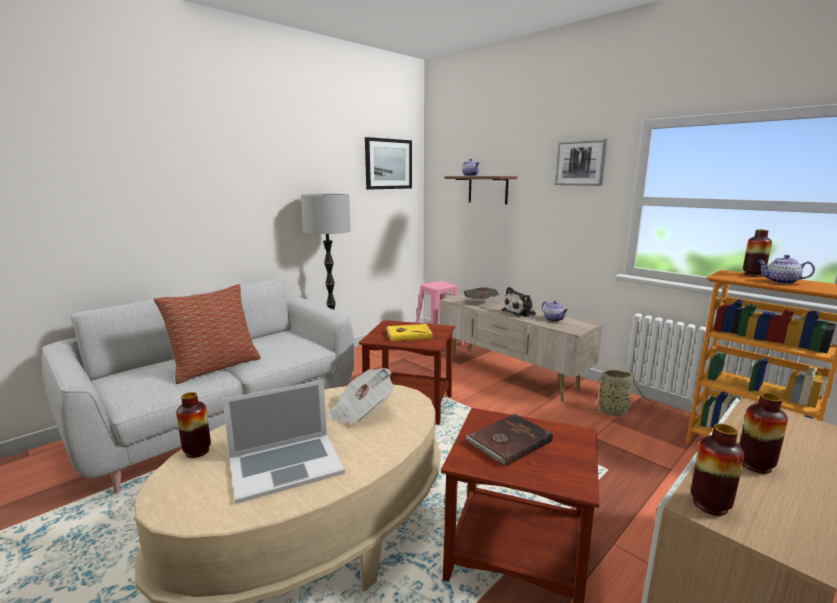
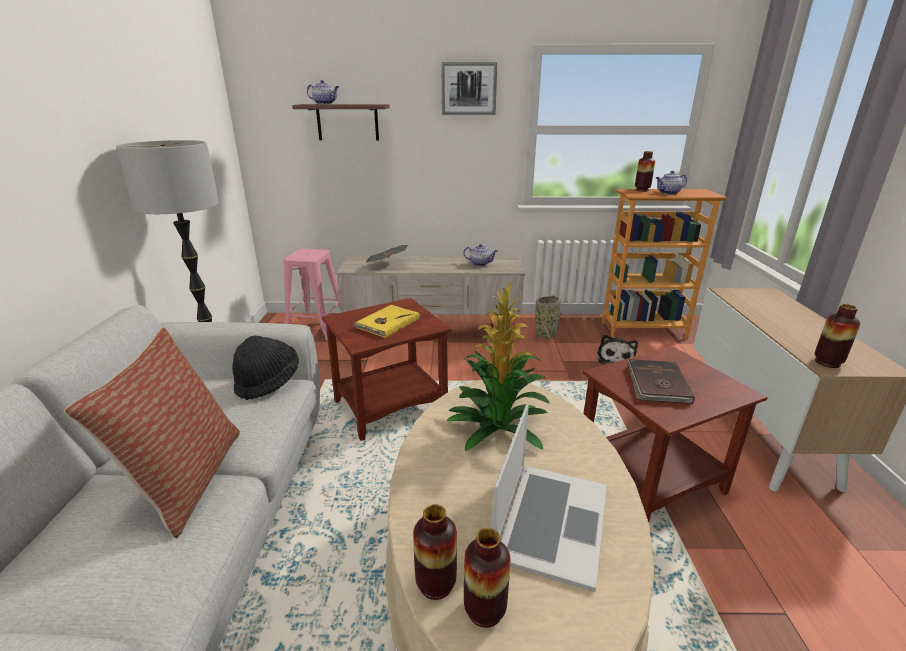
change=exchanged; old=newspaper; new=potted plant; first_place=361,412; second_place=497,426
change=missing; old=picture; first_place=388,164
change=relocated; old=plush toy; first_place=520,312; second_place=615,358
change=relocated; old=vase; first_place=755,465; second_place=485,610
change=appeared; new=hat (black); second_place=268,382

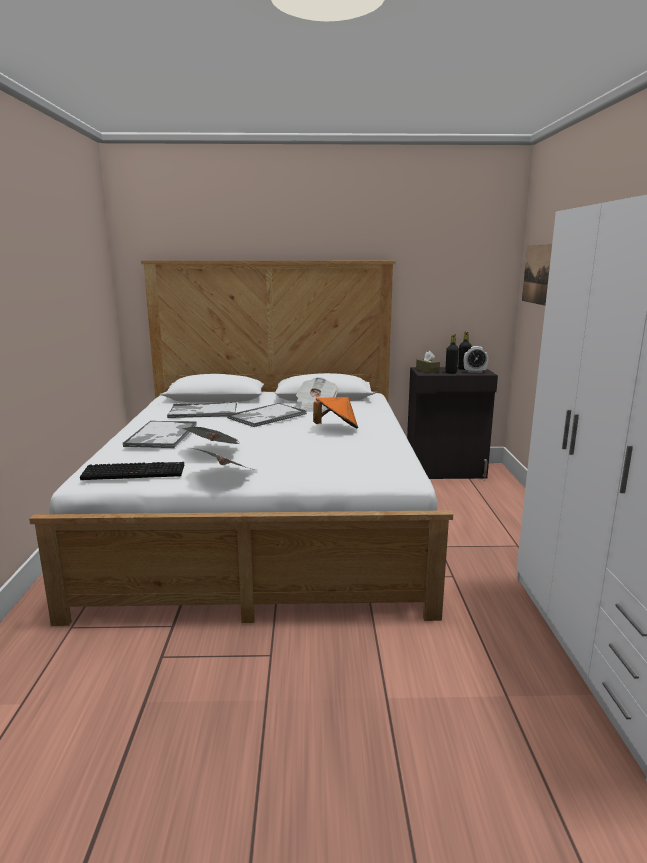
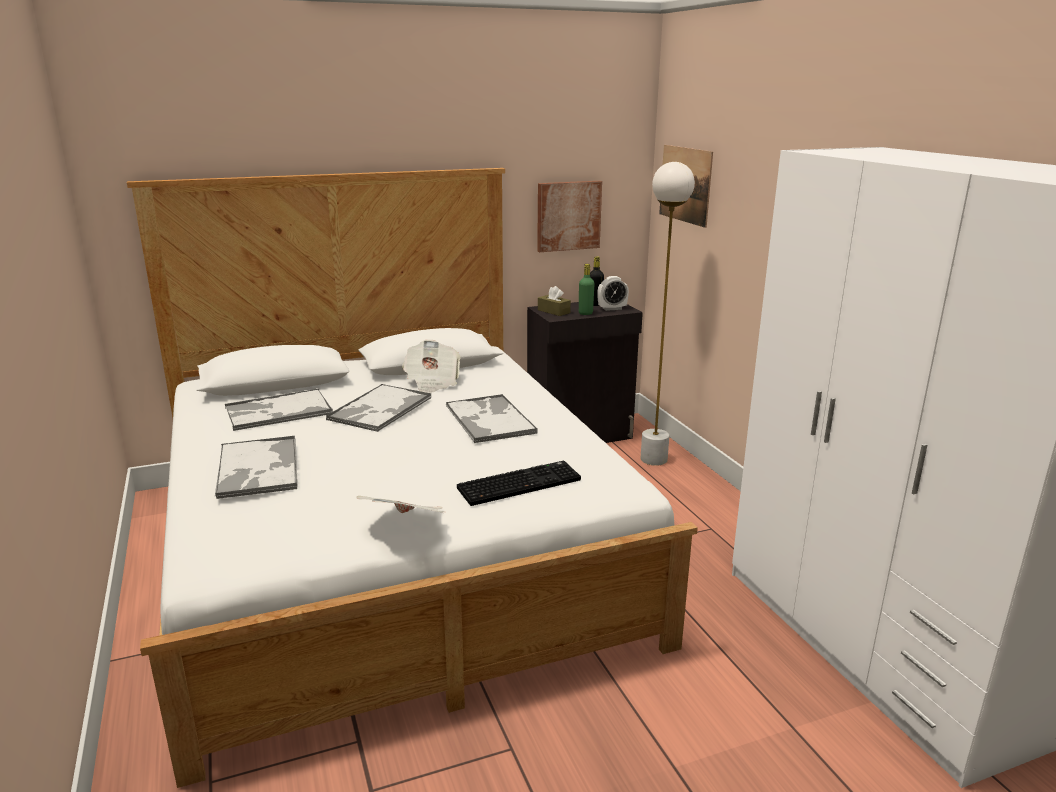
change=relocated; old=keyboard; first_place=135,472; second_place=519,483
change=missing; old=newspaper; first_place=215,451
change=exchanged; old=hat (orange); new=tray; first_place=336,428; second_place=489,419
change=colour; old=bottle (black); new=bottle (green); first_place=451,373; second_place=585,313
change=appeared; new=picture; second_place=568,216
change=appeared; new=floor lamp (white); second_place=654,459

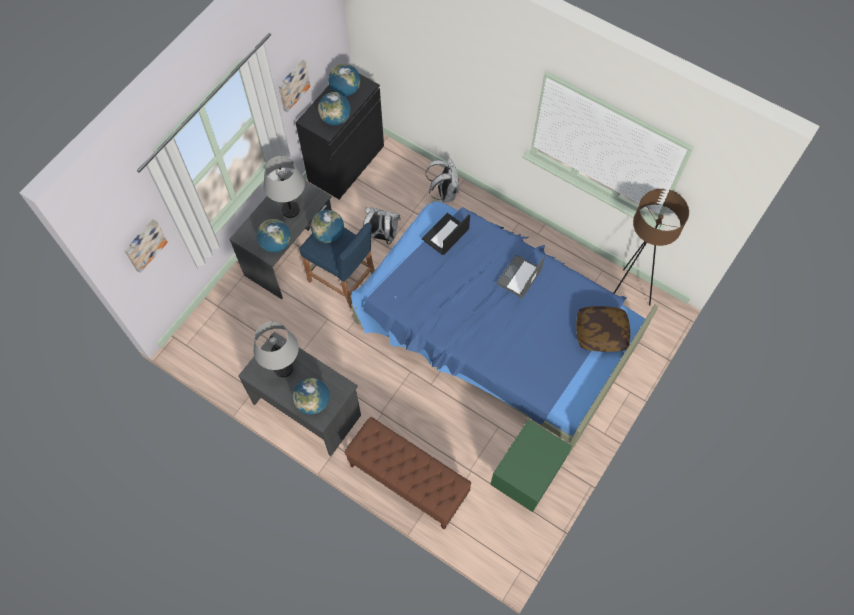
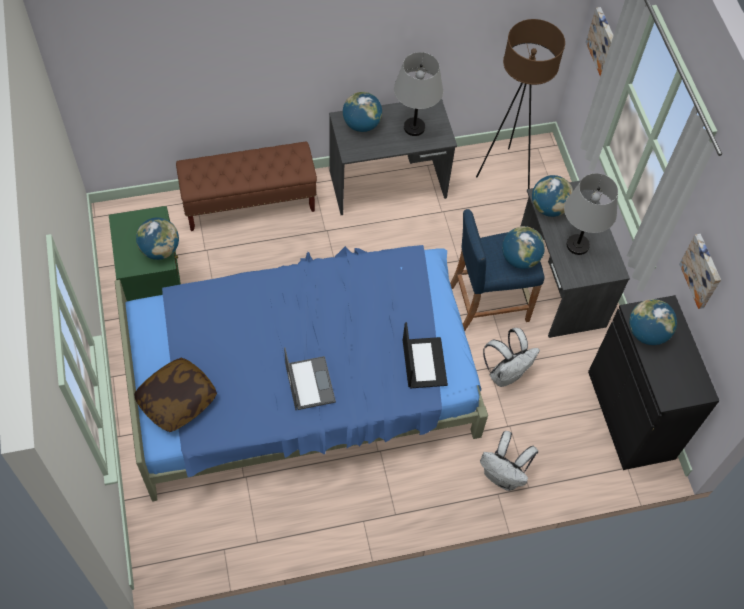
change=relocated; old=globe; first_place=345,90; second_place=160,250
change=relocated; old=floor lamp (brown); first_place=626,292; second_place=505,172

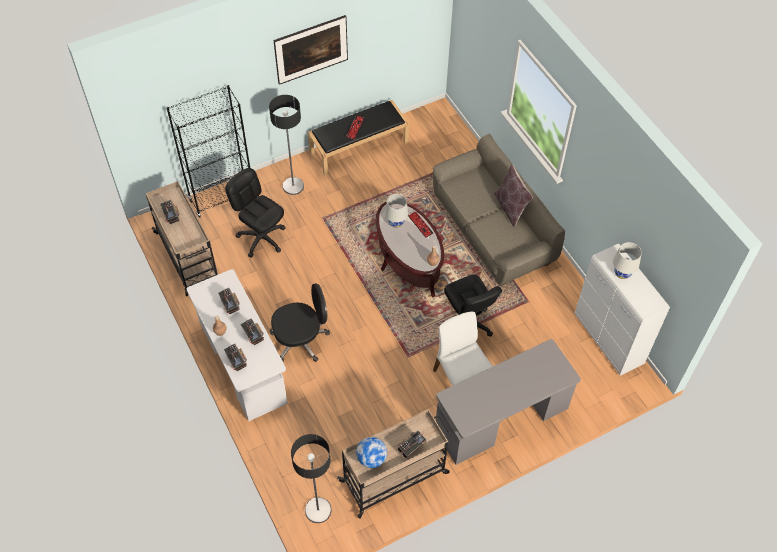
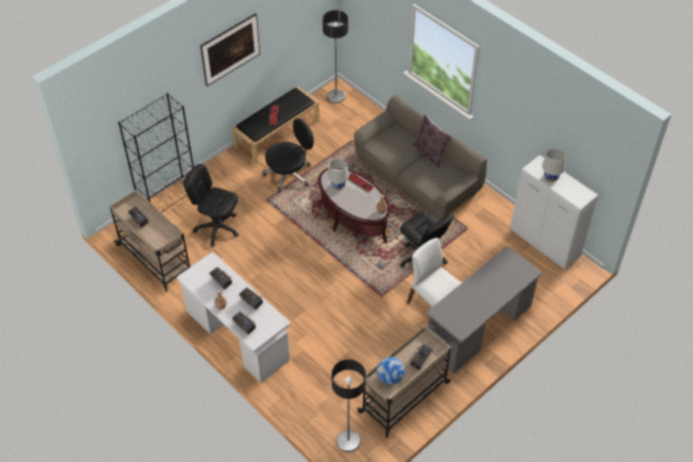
change=relocated; old=floor lamp; first_place=293,186; second_place=336,96
change=relocated; old=office chair (black); first_place=301,340; second_place=289,175

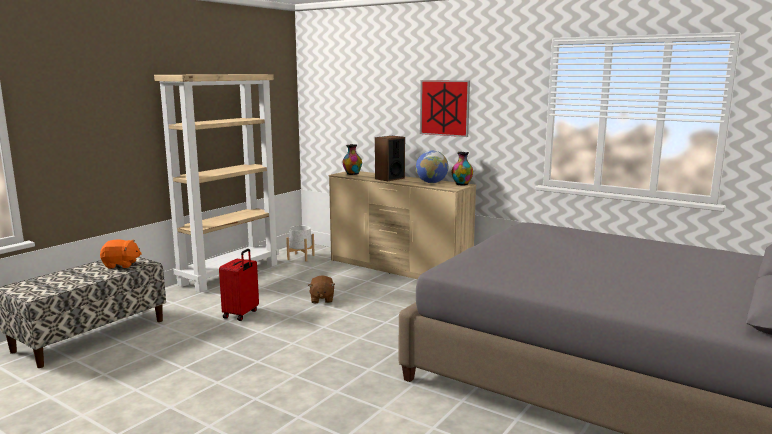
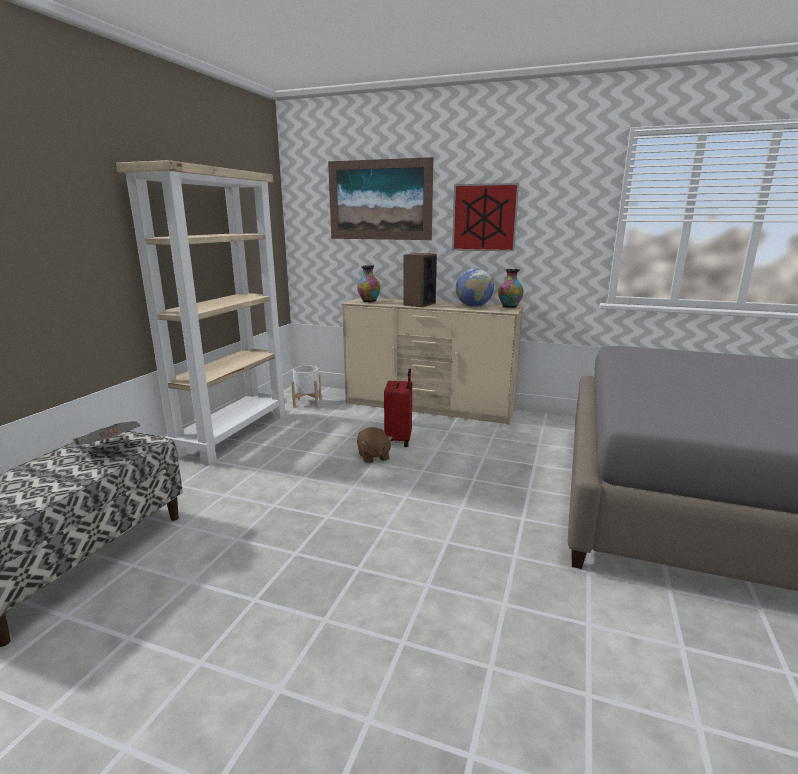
change=exchanged; old=plush toy (orange); new=newspaper; first_place=121,265; second_place=110,448
change=relocated; old=suitcase (red); first_place=241,314; second_place=399,440
change=appeared; new=picture; second_place=379,200

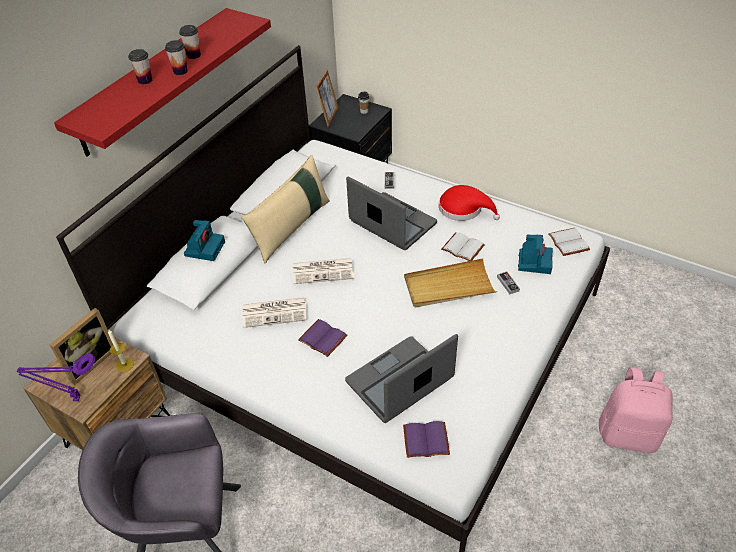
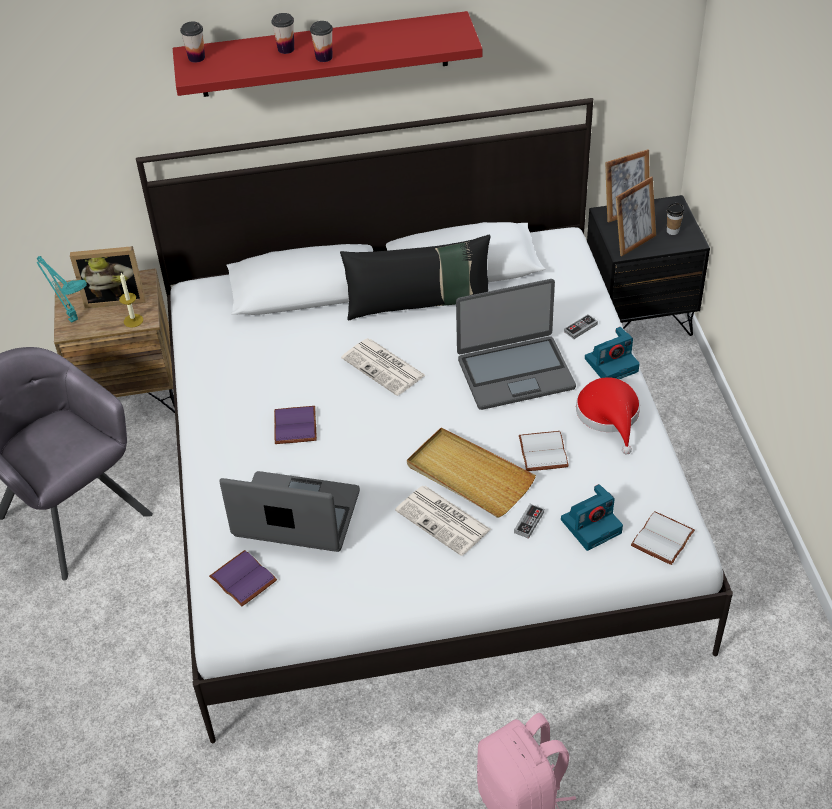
change=colour; old=table lamp (purple); new=table lamp (turquoise); first_place=74,399; second_place=72,318
change=relocated; old=cup; first_place=194,55; second_place=196,58
change=relocated; old=photo camera; first_place=205,248; second_place=612,364
change=colour; old=pillow (beige); new=pillow (black); first_place=291,227; second_place=419,304
change=relocated; old=newspaper; first_place=275,312; second_place=444,521
change=spun; old=laptop; first_place=392,223; second_place=515,372; degrees=75
change=appeared; new=picture frame; second_place=633,242

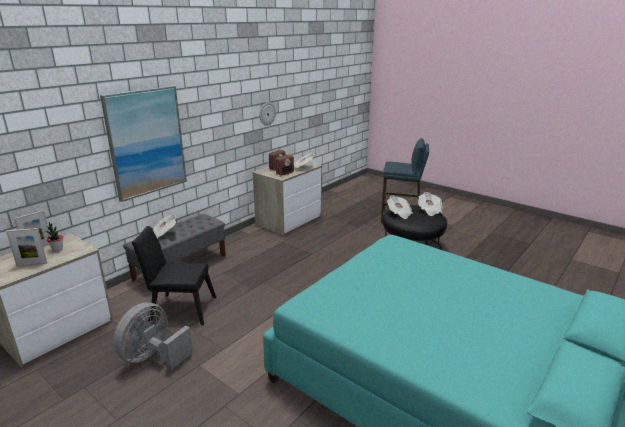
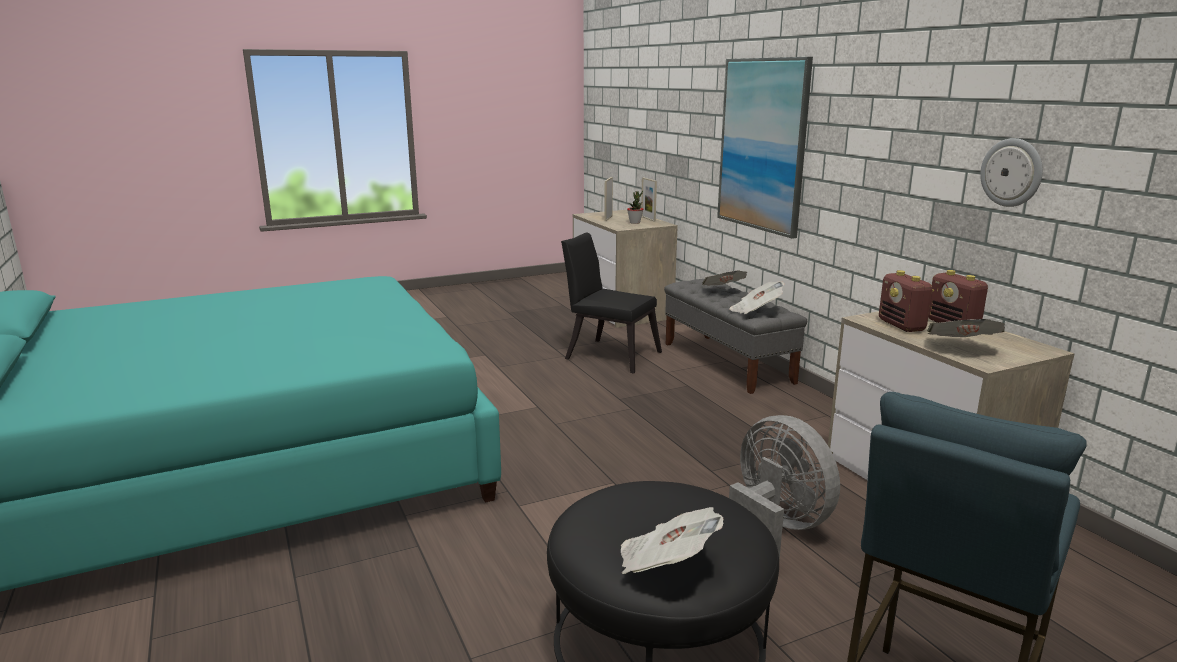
change=relocated; old=fan (grey); first_place=153,357; second_place=775,529
change=spun; old=chair (black); first_place=179,308; second_place=608,354; degrees=-90
change=relocated; old=newspaper; first_place=399,213; second_place=755,311

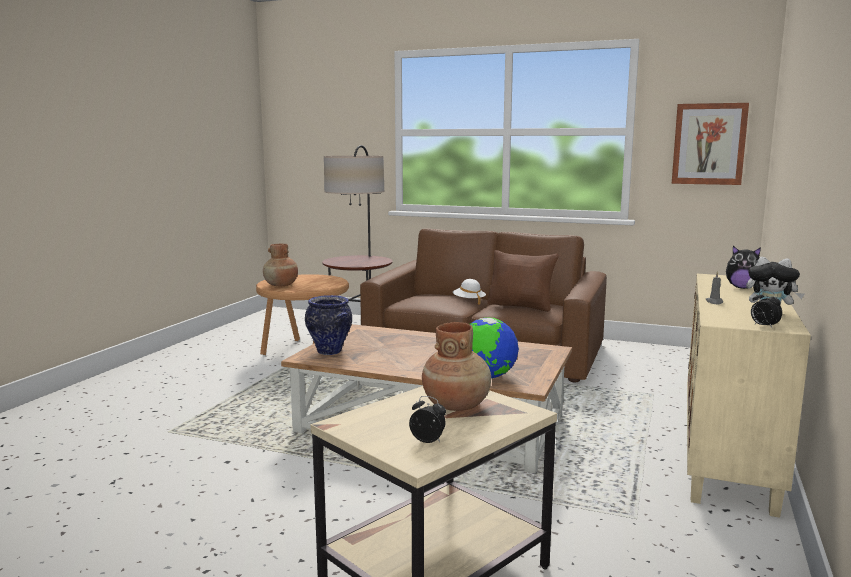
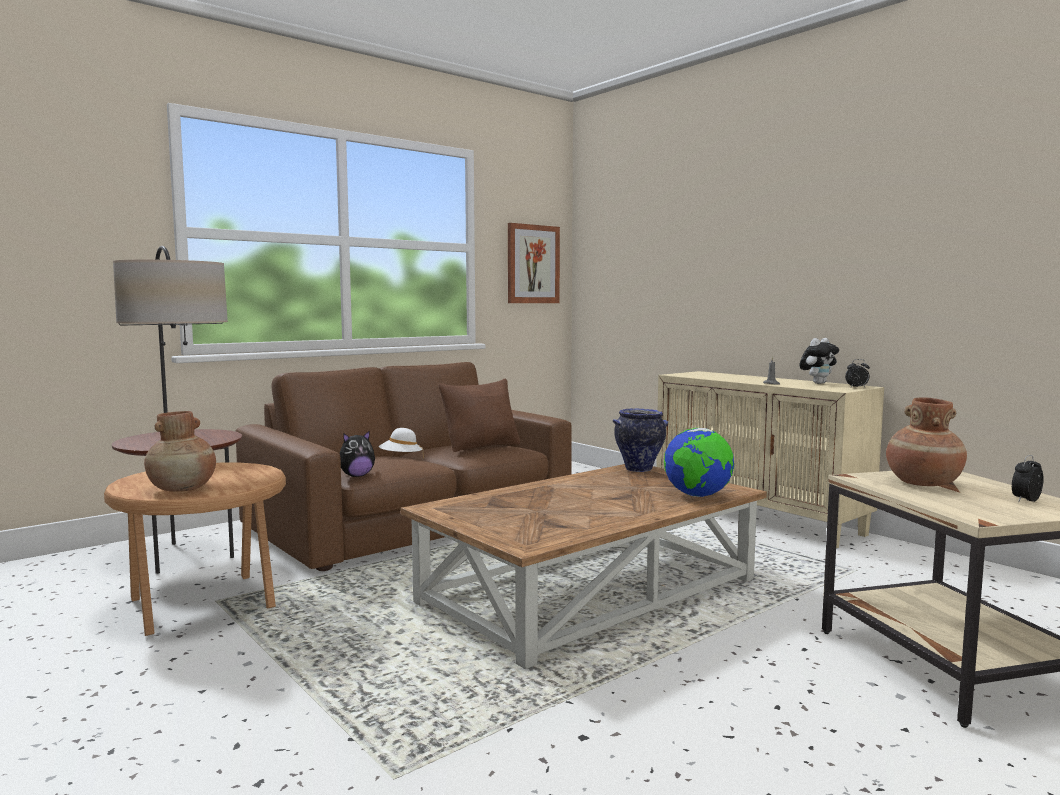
change=relocated; old=vase; first_place=330,352; second_place=639,469
change=relocated; old=plush toy; first_place=742,288; second_place=356,476

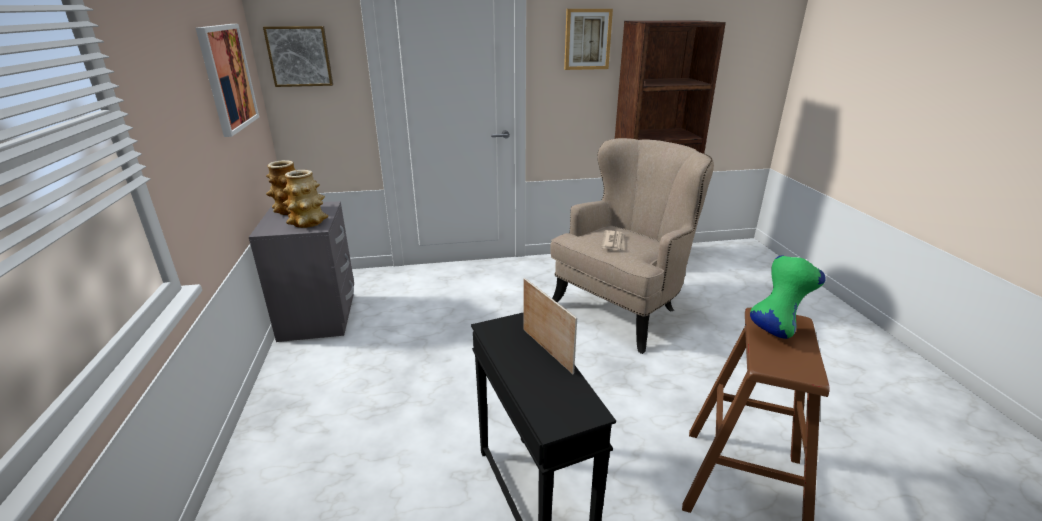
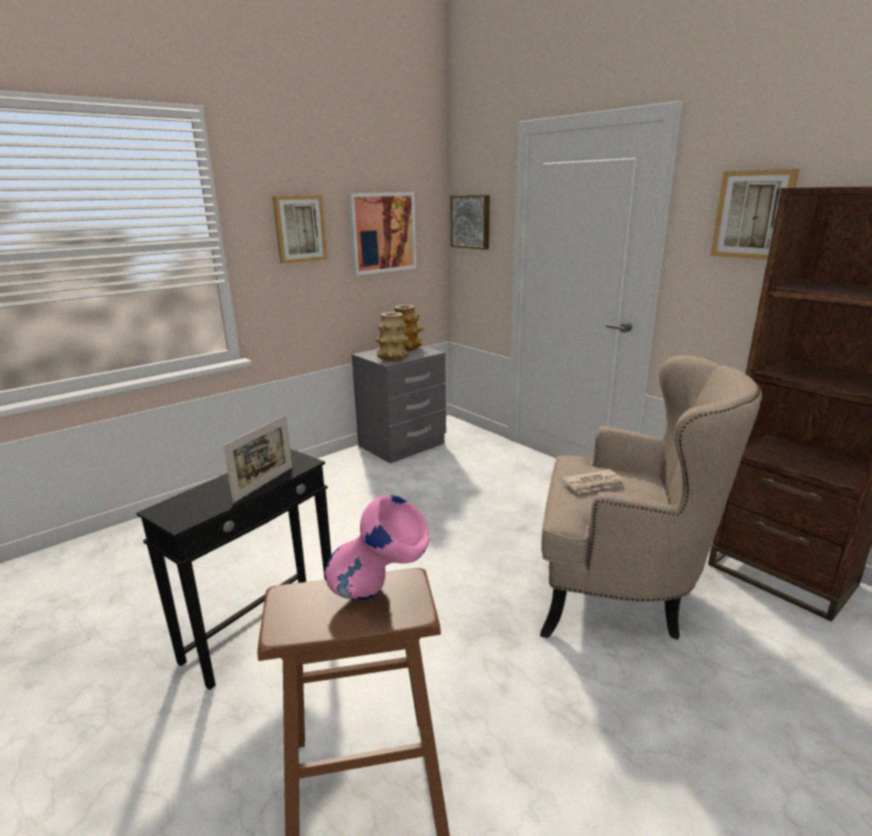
change=colour; old=vase (green); new=vase (pink); first_place=776,328; second_place=380,595
change=appeared; new=picture; second_place=300,229

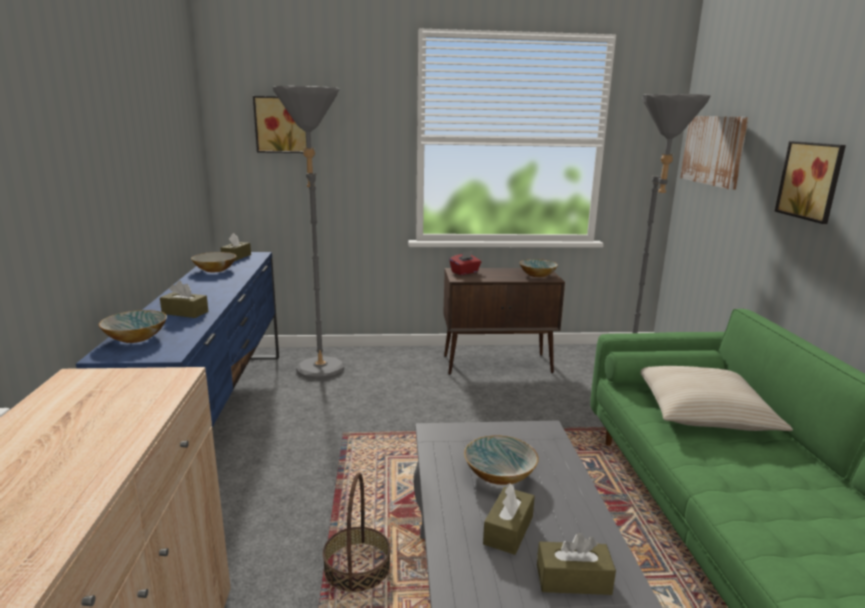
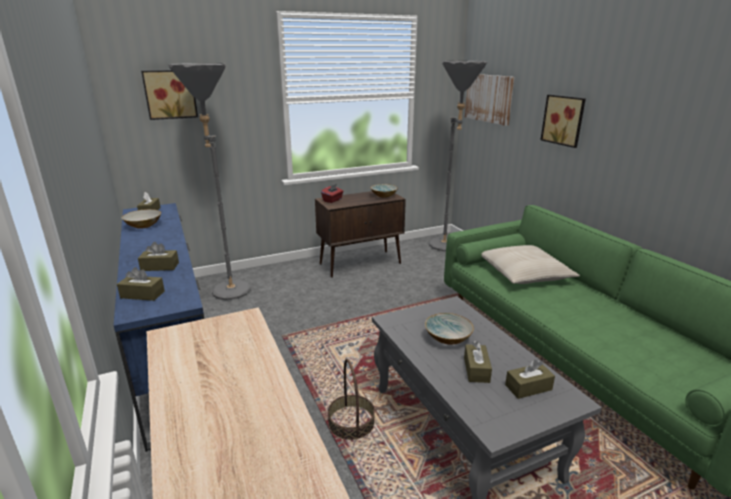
change=exchanged; old=bowl; new=tissue box (brown); first_place=137,337; second_place=142,294

